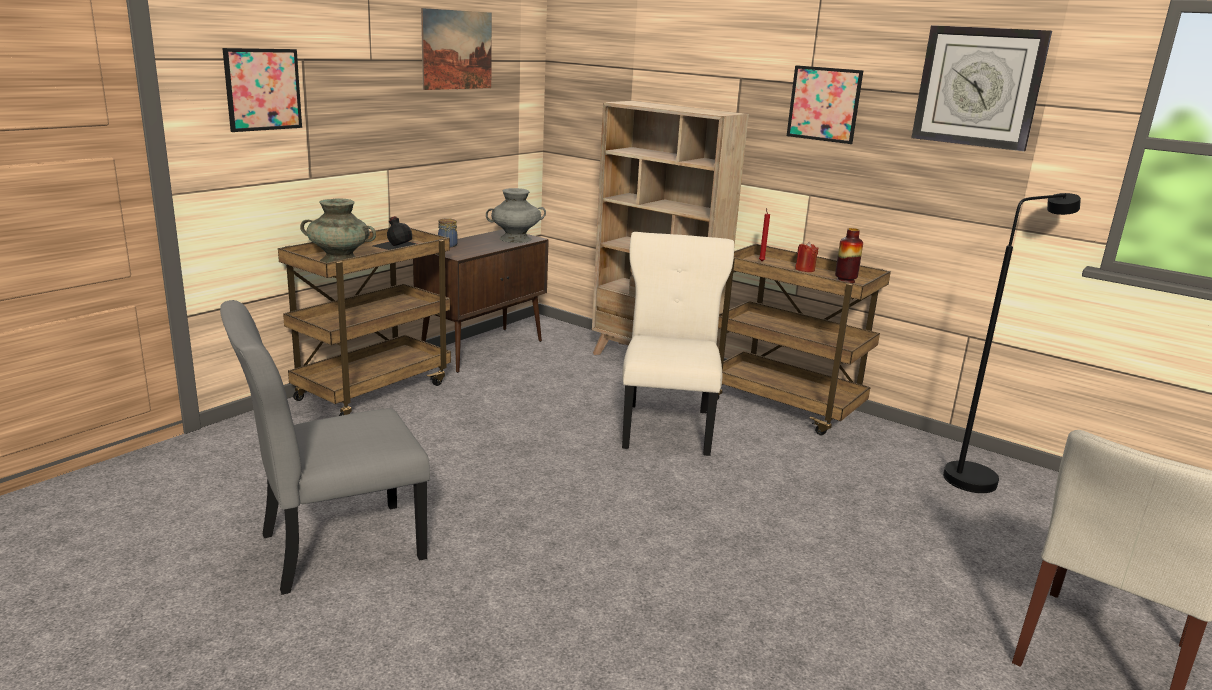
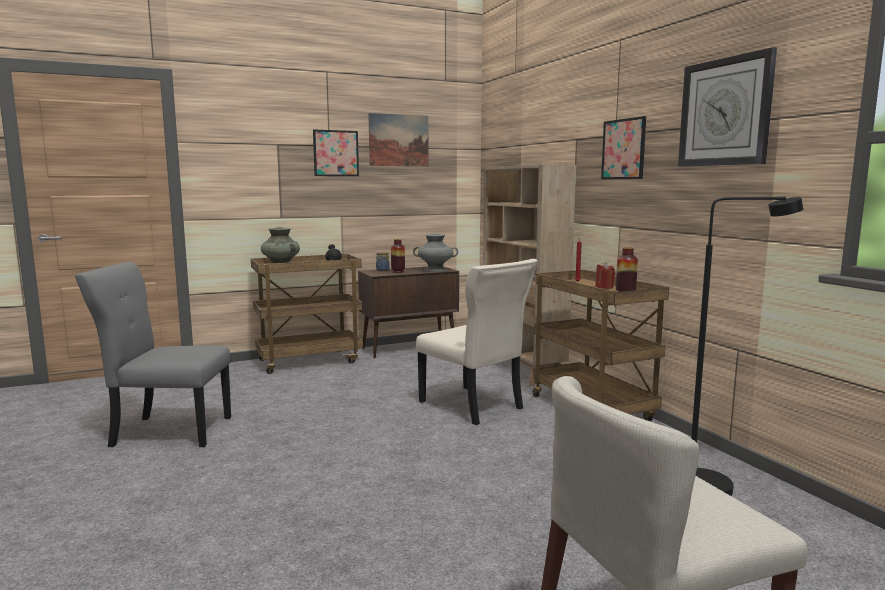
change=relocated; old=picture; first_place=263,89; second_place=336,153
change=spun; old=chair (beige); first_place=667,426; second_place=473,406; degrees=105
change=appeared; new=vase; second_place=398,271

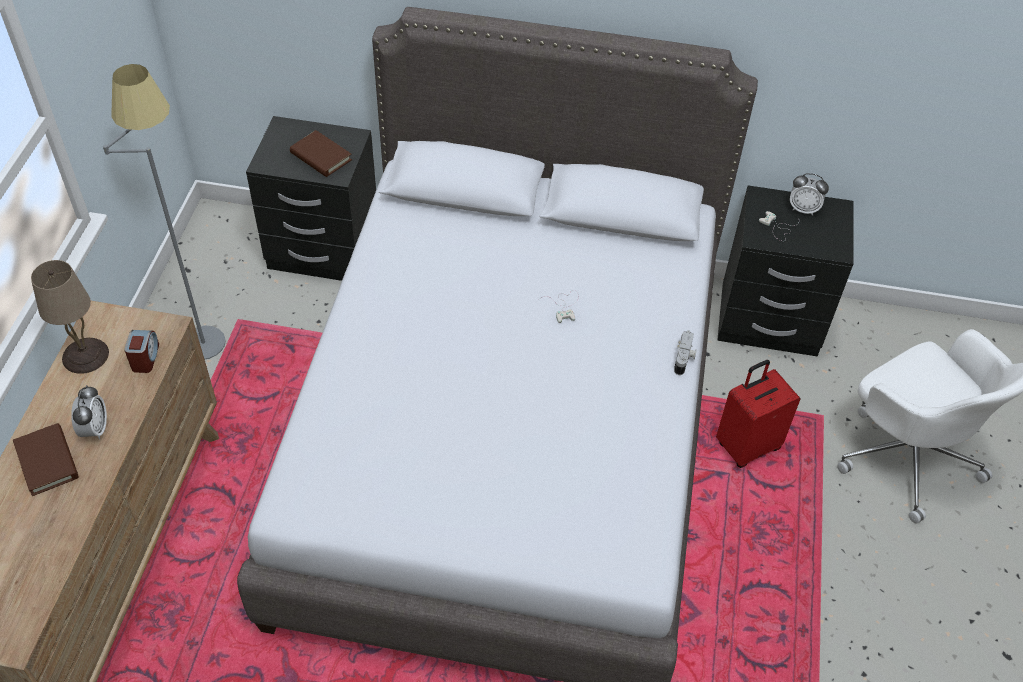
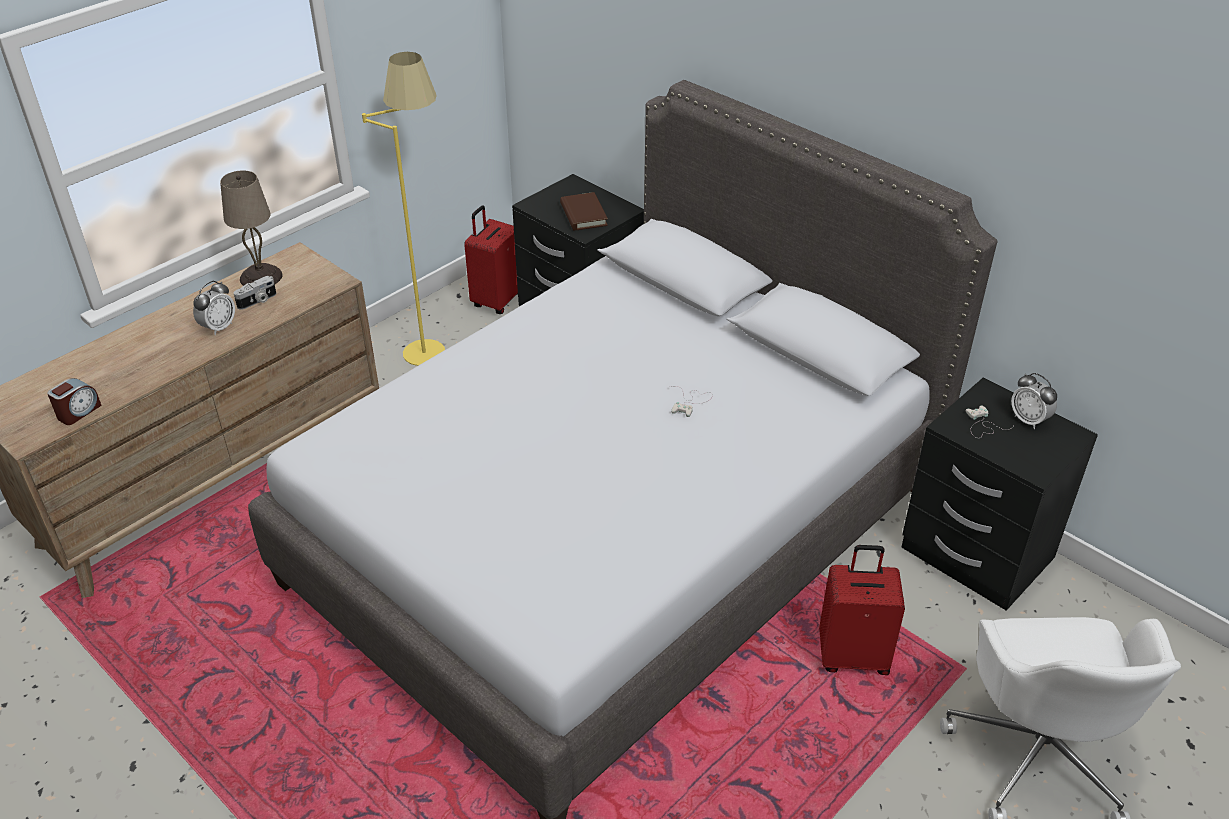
change=missing; old=book (brown); first_place=47,461
change=colour; old=floor lamp (grey); new=floor lamp (yellow); first_place=199,328; second_place=430,341
change=relocated; old=alarm clock; first_place=145,358; second_place=78,412
change=relocated; old=photo camera; first_place=684,359; second_place=258,301
change=appeared; new=suitcase (red); second_place=496,300

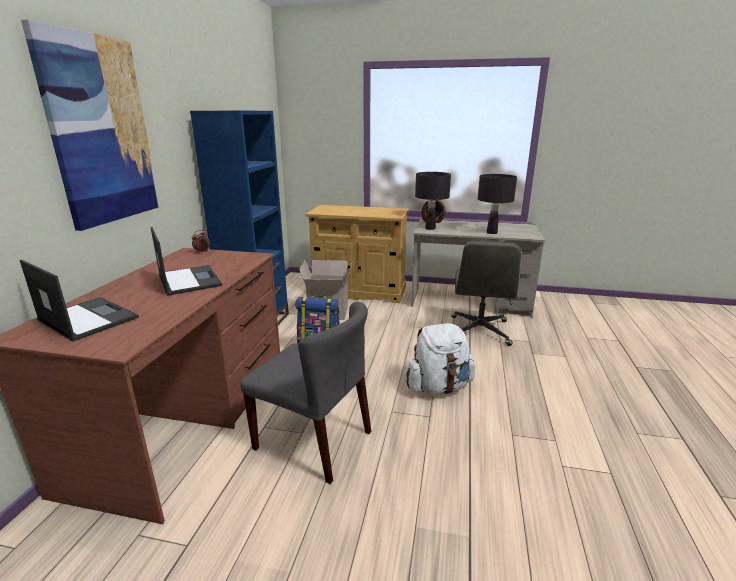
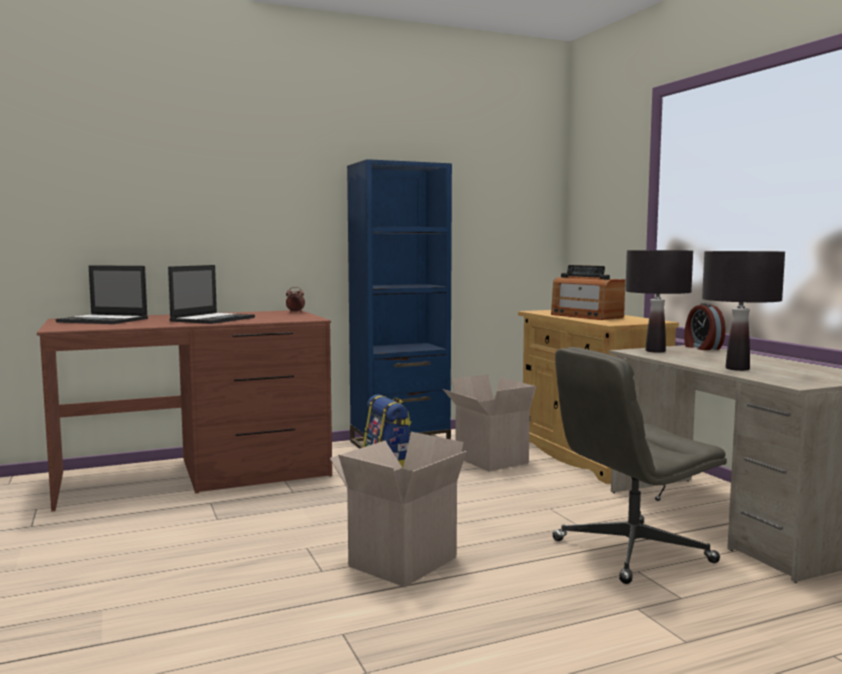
change=spun; old=laptop; first_place=87,318; second_place=104,320; degrees=105
change=missing; old=picture; first_place=100,131
change=missing; old=chair (grey); first_place=314,440
change=exchanged; old=backpack (white); new=cardboard box; first_place=438,387; second_place=401,560
change=appeared; new=radio; second_place=586,316

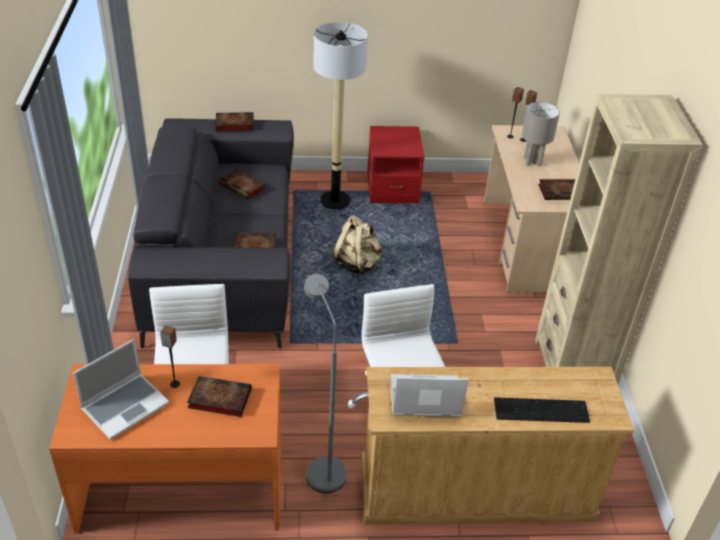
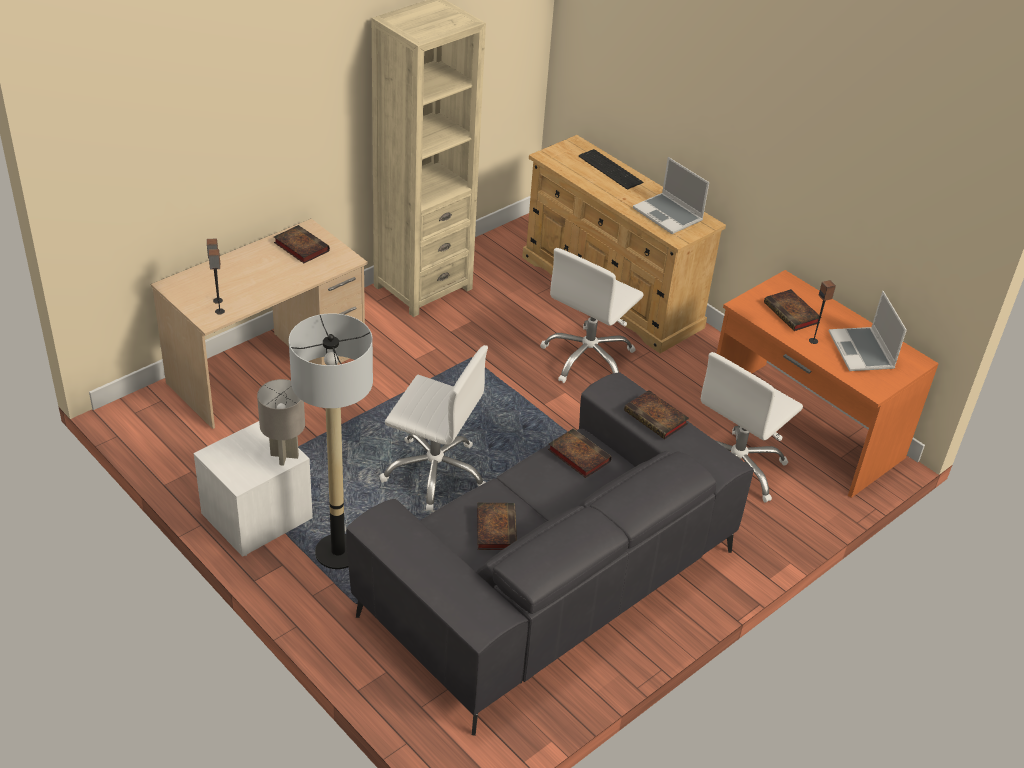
change=spun; old=laptop; first_place=125,406; second_place=862,351; degrees=-105
change=relocated; old=book; first_place=233,124; second_place=657,418
change=missing; old=floor lamp (grey); first_place=322,467
change=exchanged; old=backpack (beige); new=office chair (white); first_place=357,263; second_place=435,472
change=colour; old=nightstand (red); new=nightstand (white); first_place=392,188; second_place=256,517
change=relocated; old=table lamp (grey); first_place=532,161; second_place=285,456

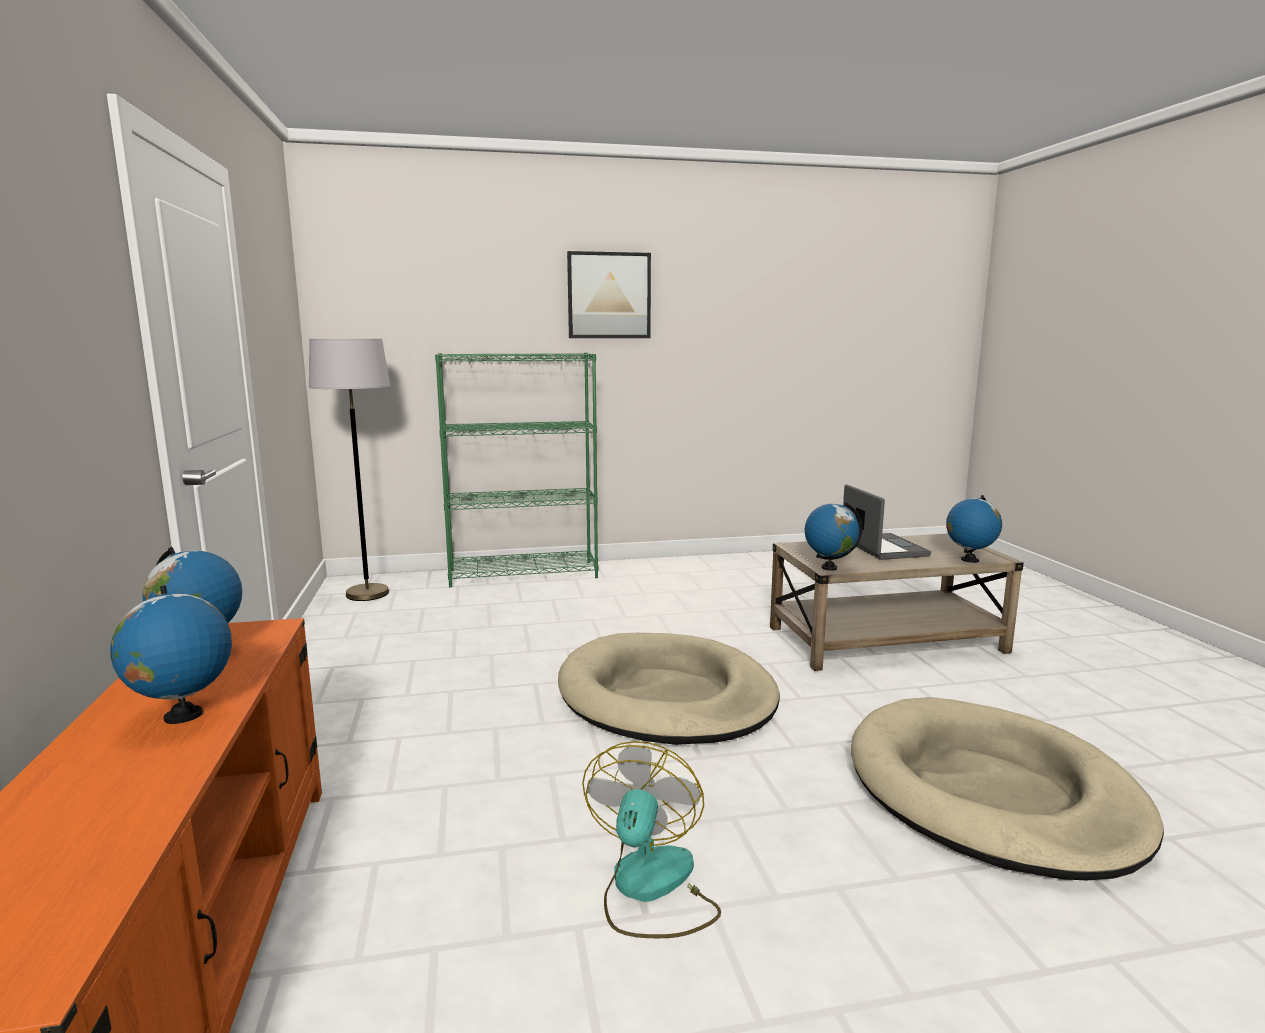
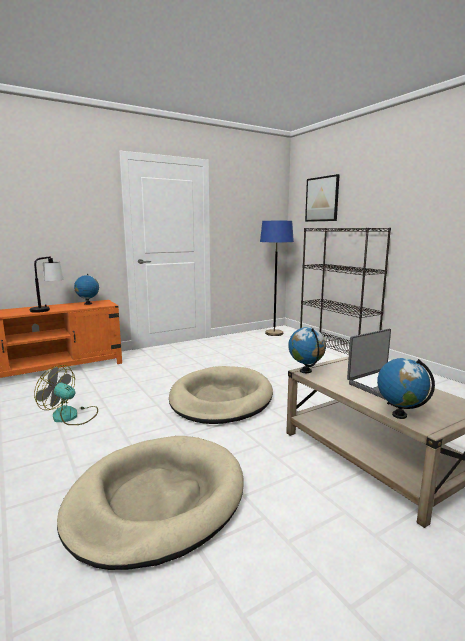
change=exchanged; old=globe; new=table lamp; first_place=182,716; second_place=48,309
change=colour; old=floor lamp (grey); new=floor lamp (blue); first_place=367,594; second_place=274,333
change=colour; old=bookcase (green); new=bookcase (black); first_place=524,574; second_place=337,349
change=relocated; old=picture; first_place=609,295; second_place=322,199
change=spun; old=fan; first_place=650,889; second_place=71,416; degrees=-150

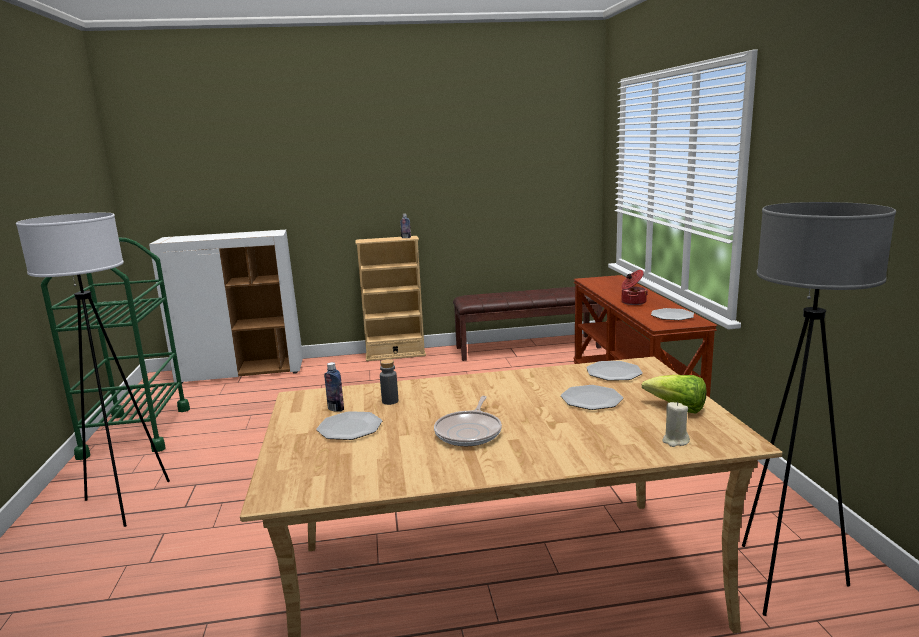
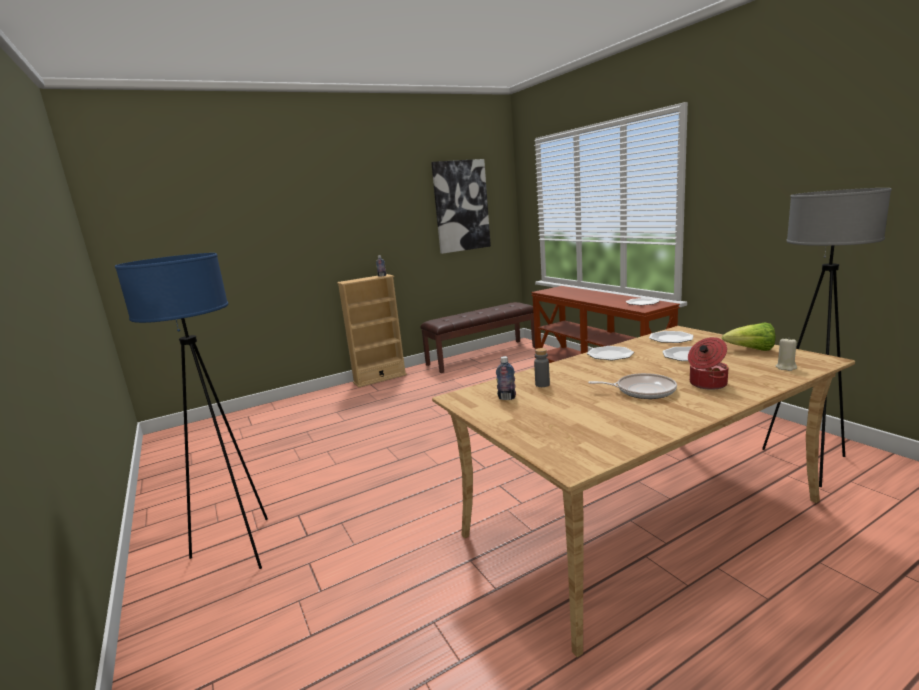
change=colour; old=floor lamp (white); new=floor lamp (blue); first_place=126,502; second_place=240,548
change=missing; old=cart (green); first_place=137,432
change=missing; old=cabinet (white); first_place=242,372
change=relocated; old=plate; first_place=349,427; second_place=610,354
change=spun; old=frying pan; first_place=469,432; second_place=642,391; degrees=-75
change=relocated; old=cooking pot; first_place=632,302; second_place=706,384
change=appeared; new=picture; second_place=461,206

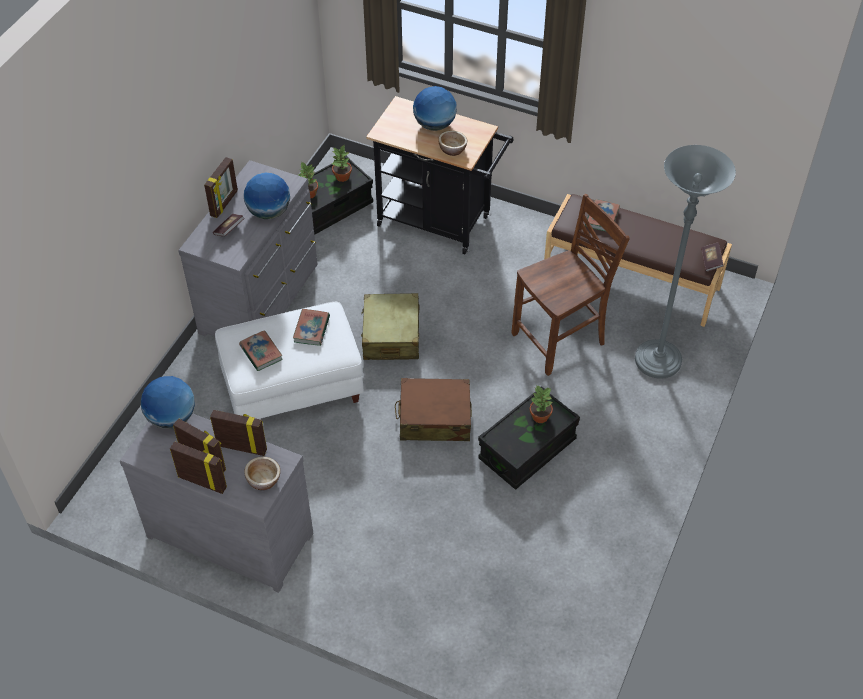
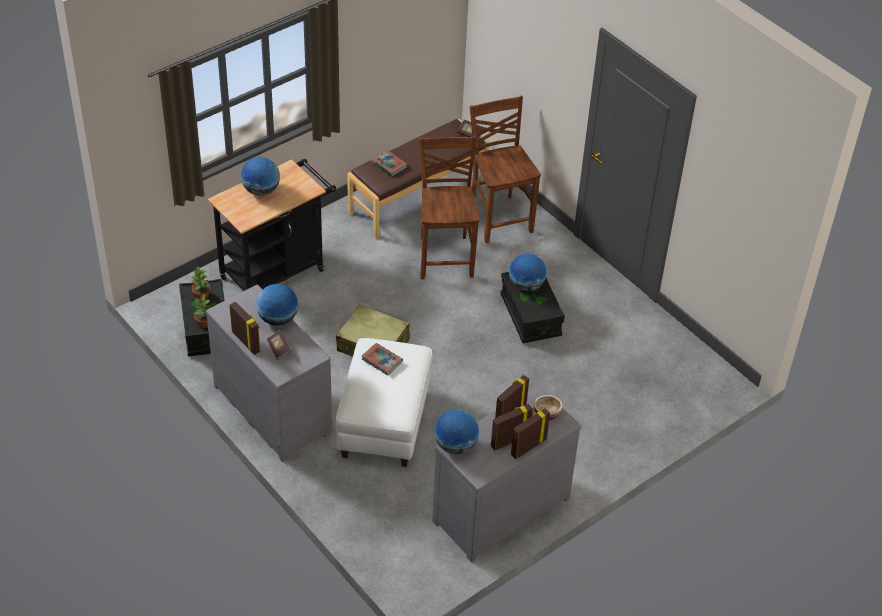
change=missing; old=book; first_place=261,352
change=missing; old=suitcase (brown); first_place=434,418
change=missing; old=bowl; first_place=452,149
change=exchanged; old=potted plant; new=globe; first_place=539,416; second_place=526,285
change=exchanged; old=floor lamp (grey); new=chair (brown); first_place=658,361; second_place=499,217

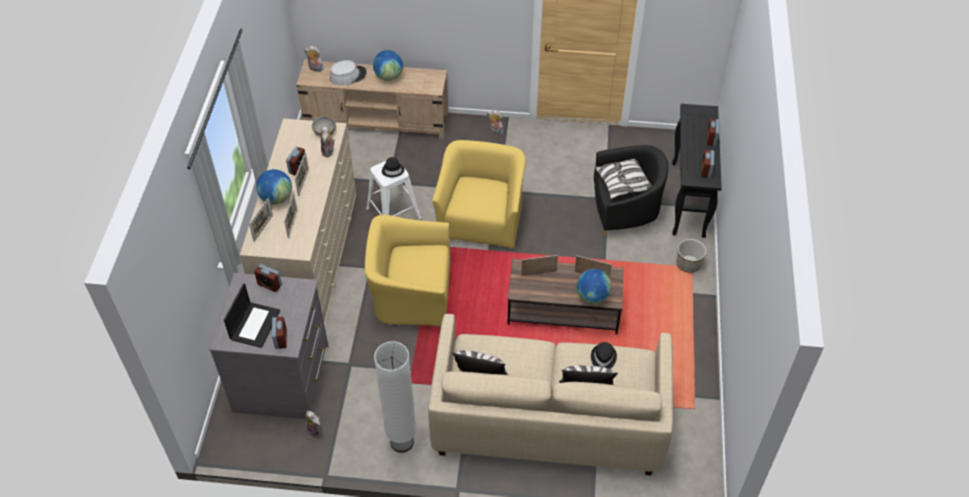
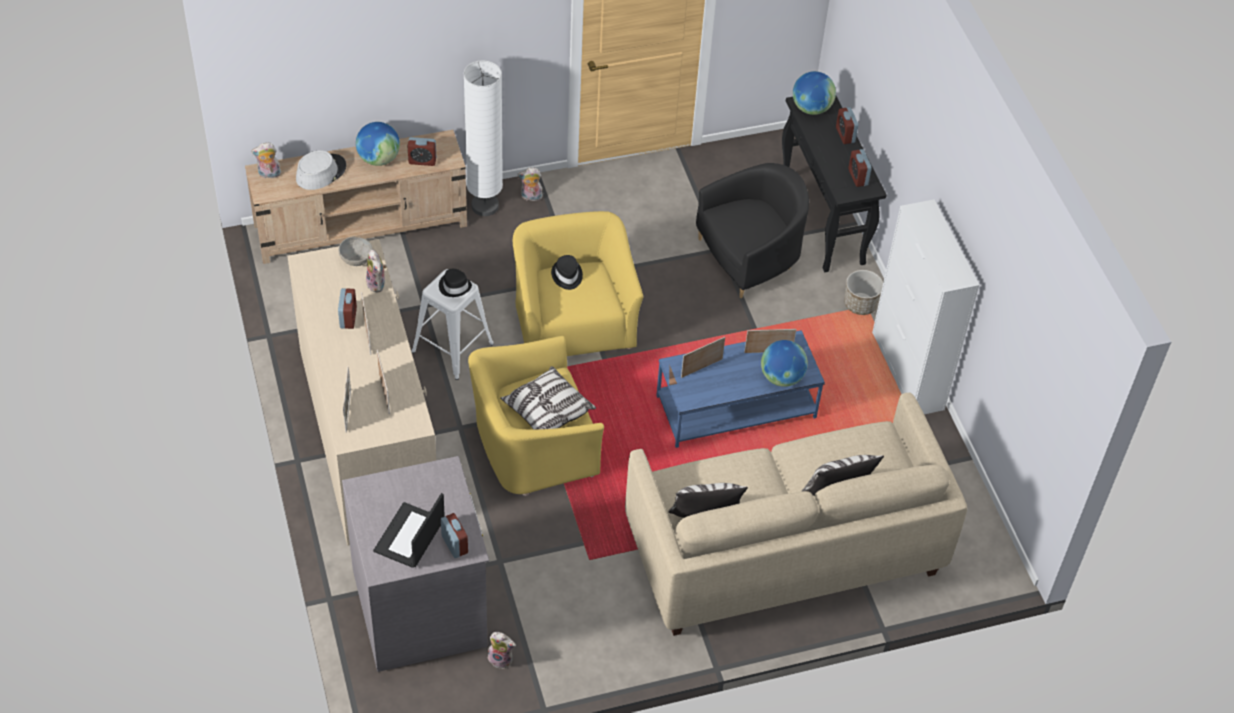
change=spun; old=laptop; first_place=255,324; second_place=409,536; degrees=-150
change=relocated; old=alarm clock; first_place=270,285; second_place=422,161
change=relocated; old=globe; first_place=276,198; second_place=811,108
change=relocated; old=floor lamp (white); first_place=402,442; second_place=485,206
change=colour; old=coffee table (brown); new=coffee table (blue); first_place=563,310; second_place=735,408
change=relocated; old=hat (black); first_place=603,358; second_place=567,275
change=relocated; old=pillow; first_place=622,184; second_place=547,411
change=appeared; new=cabinet (white); second_place=907,371

